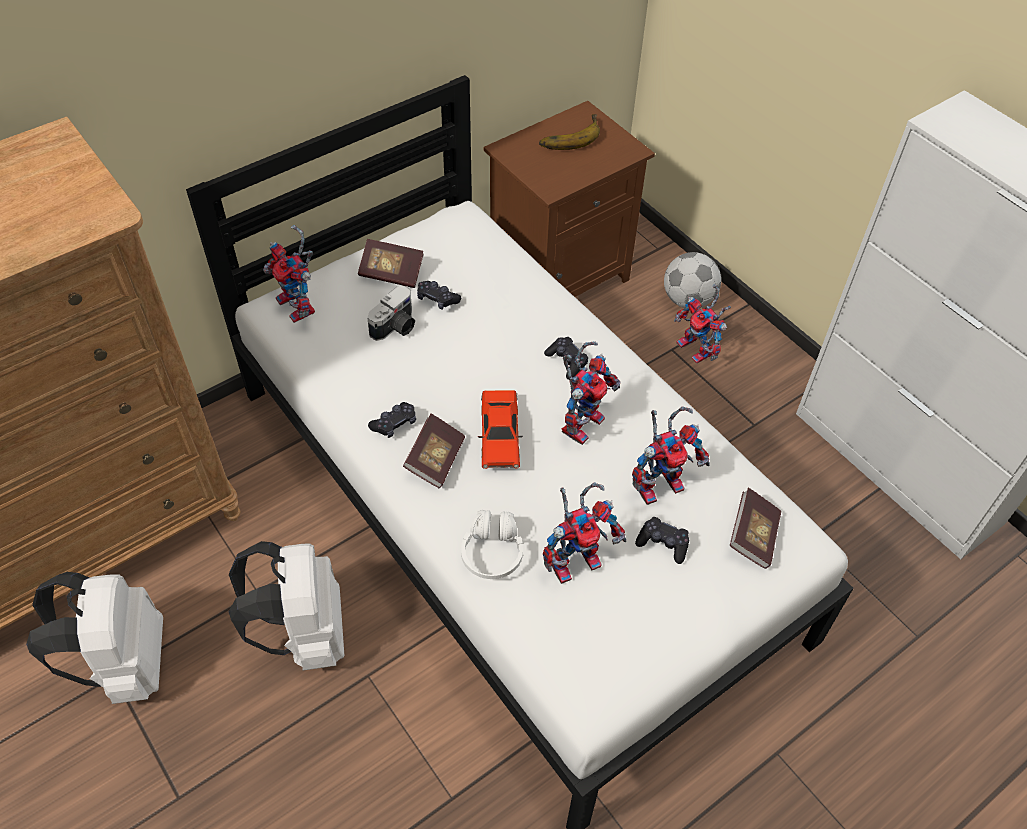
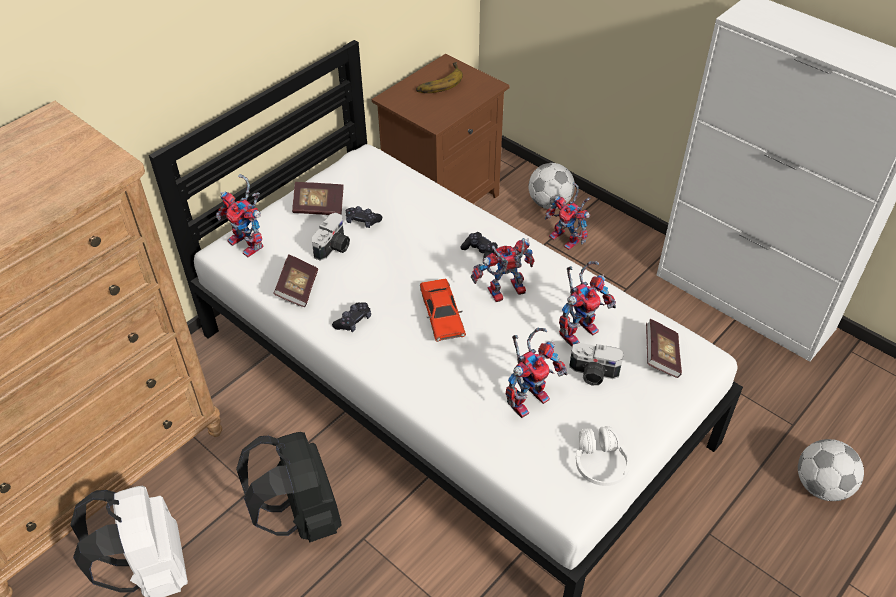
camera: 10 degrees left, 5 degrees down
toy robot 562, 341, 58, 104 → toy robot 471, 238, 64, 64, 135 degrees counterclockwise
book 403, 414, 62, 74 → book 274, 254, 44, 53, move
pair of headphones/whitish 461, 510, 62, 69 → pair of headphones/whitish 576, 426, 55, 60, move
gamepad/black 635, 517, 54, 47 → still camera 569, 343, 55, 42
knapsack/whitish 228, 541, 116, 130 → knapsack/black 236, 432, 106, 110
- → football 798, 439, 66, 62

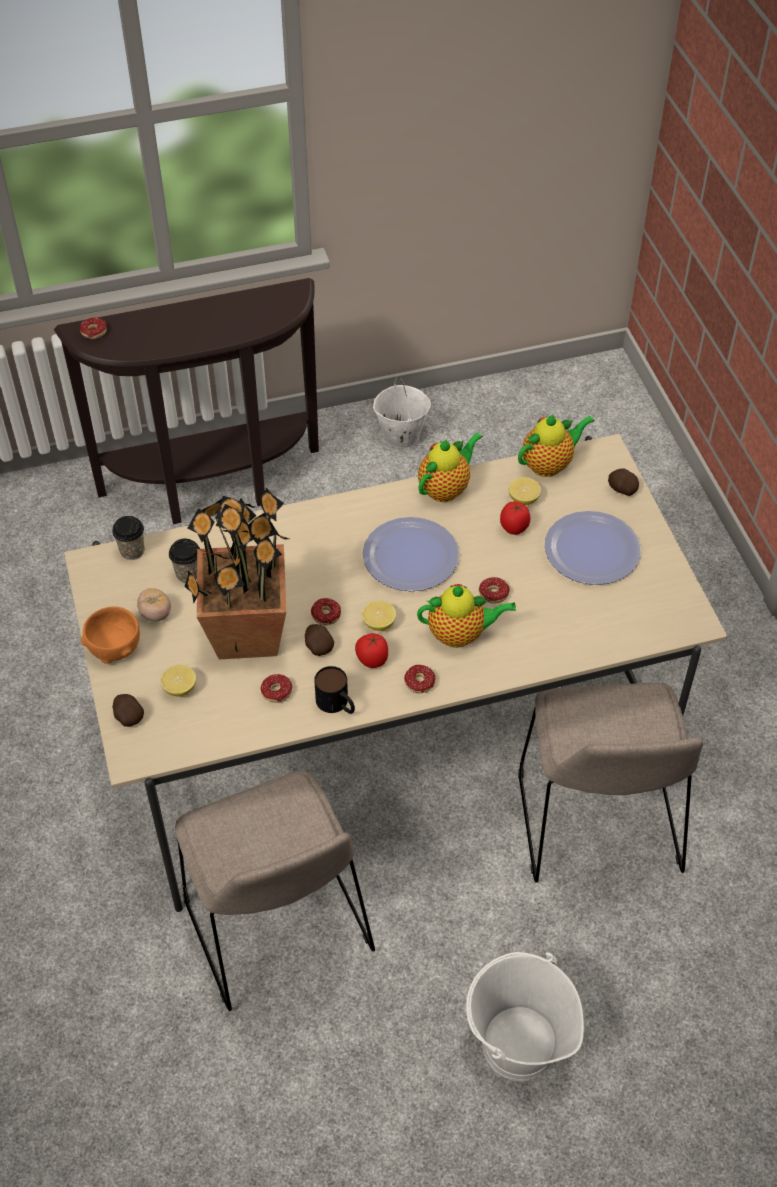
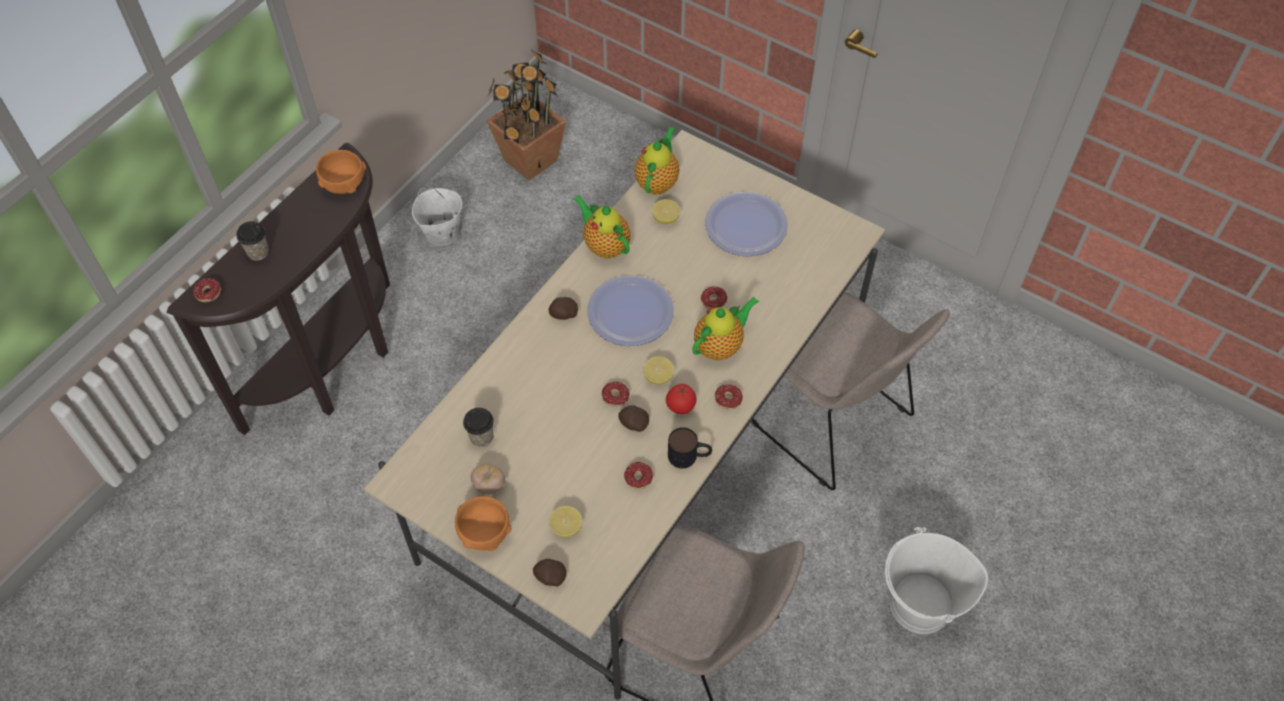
camera: 40 degrees left, 5 degrees up
pot for tea 418, 432, 65, 70 → pot for tea 573, 195, 57, 64, 45 degrees counterclockwise
whole potato 608, 468, 31, 28 → whole potato 549, 297, 29, 23, move
potted plant 184, 487, 105, 173 → potted plant 487, 49, 79, 131, move
fresh tomato 500, 501, 30, 34 → -
drinking cup 112, 516, 32, 44 → drinking cup 237, 221, 32, 40, move
- → deep dish/orangey 316, 150, 50, 44

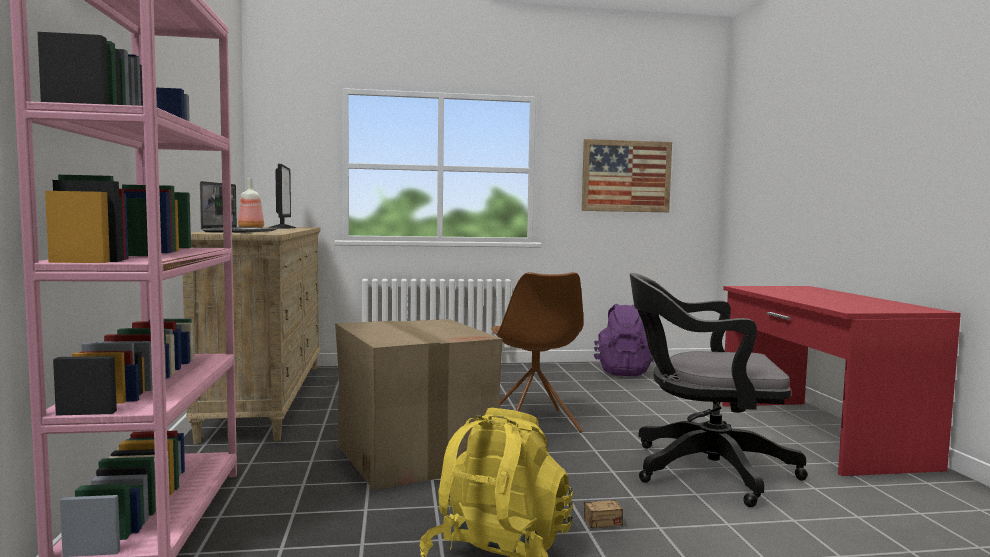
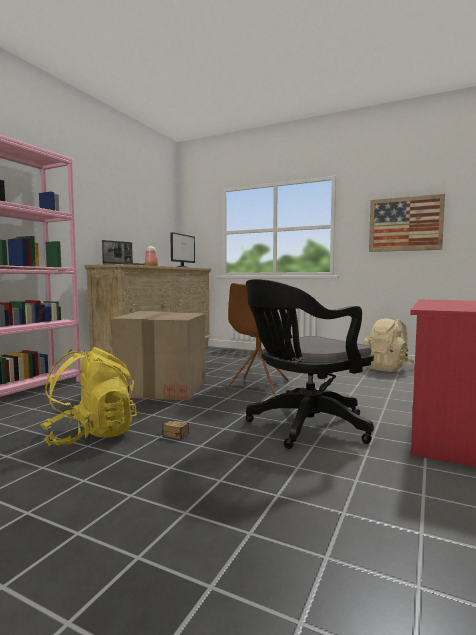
camera: 35 degrees right, 0 degrees up
computer chair/black 630, 273, 178, 234 → computer chair/black 246, 279, 128, 170, 75 degrees counterclockwise
knapsack/purple-coloured 594, 304, 61, 72 → knapsack/beige-coloured 363, 318, 52, 54

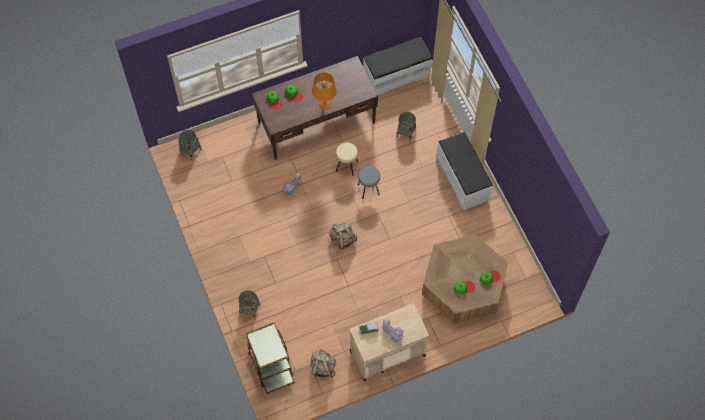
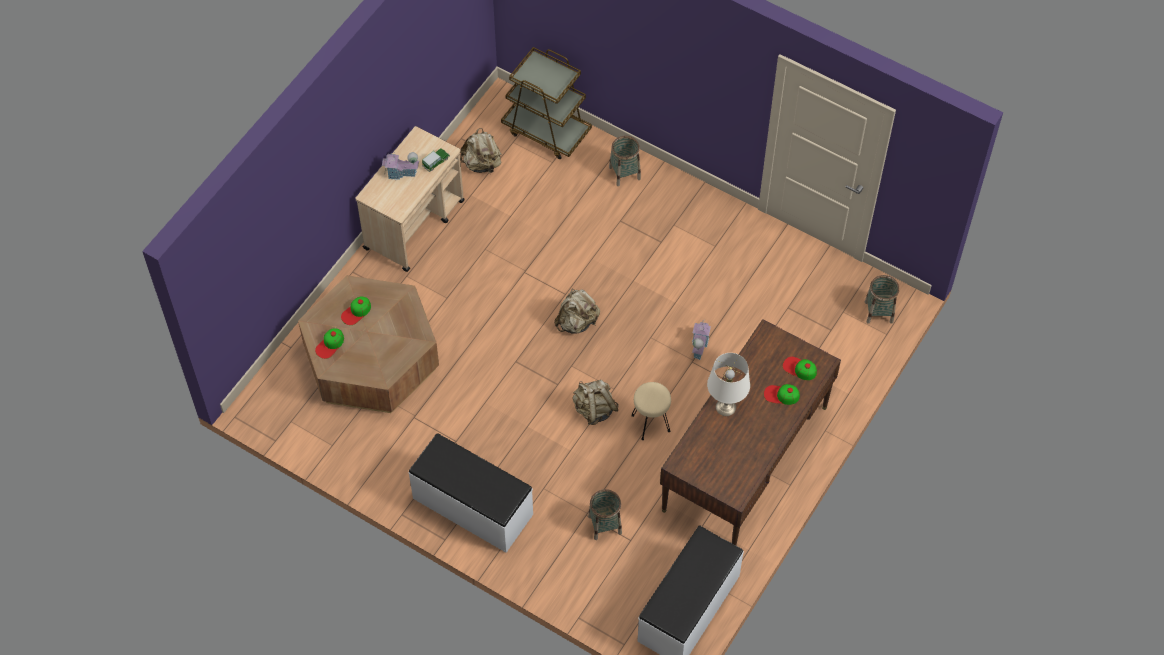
camera: 145 degrees right, 5 degrees down
table lamp/orangey 312, 72, 25, 38 → table lamp/whitish 707, 353, 43, 63
stool/greyish 358, 166, 22, 33 → knapsack/beige-coloured 573, 380, 46, 45

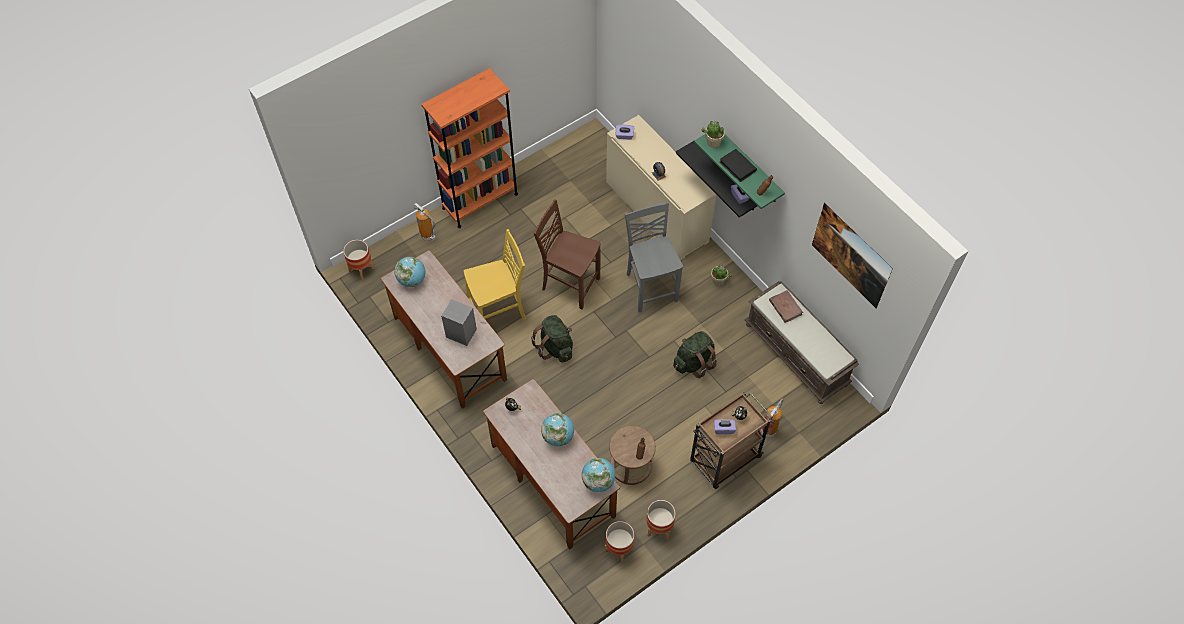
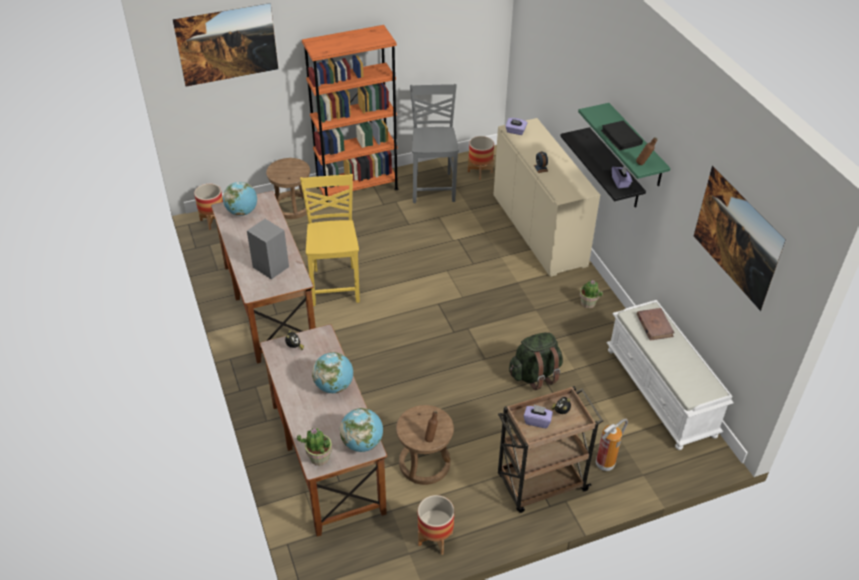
camera: 15 degrees right, 15 degrees down
potted plant 702, 120, 23, 28 → potted plant 297, 428, 35, 38, move
plain chair/brownish 534, 199, 66, 111 → -
plain chair/greyish 625, 202, 58, 110 → plain chair/greyish 410, 84, 49, 119, move
fire-fighting cylinder 414, 203, 22, 38 → stool/brownish 266, 158, 46, 61
plain chair/yellowish 464, 229, 62, 92 → plain chair/yellowish 300, 174, 60, 132, 90 degrees counterclockwise
long seat/brownish 744, 281, 115, 123 → long seat/whitish 607, 300, 127, 150
knapsack/green-coloured 531, 315, 42, 48 → -
planter 605, 521, 29, 42 → planter 468, 136, 26, 44, move
- → wall art 173, 3, 105, 83

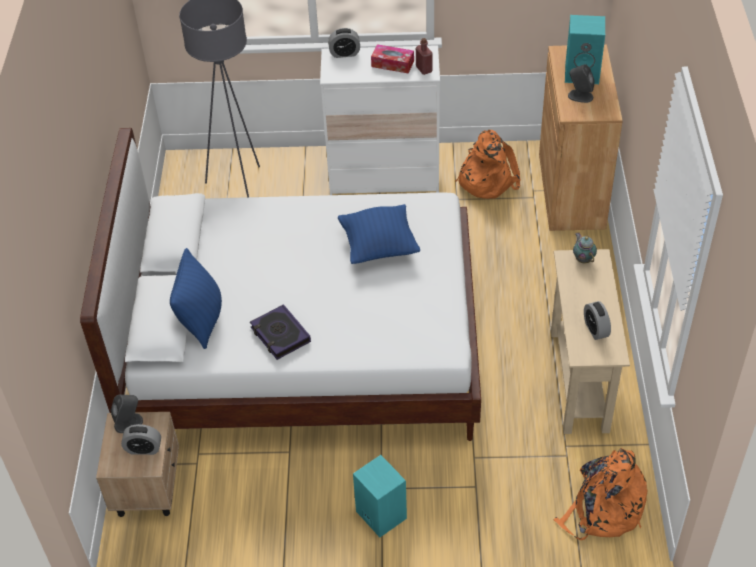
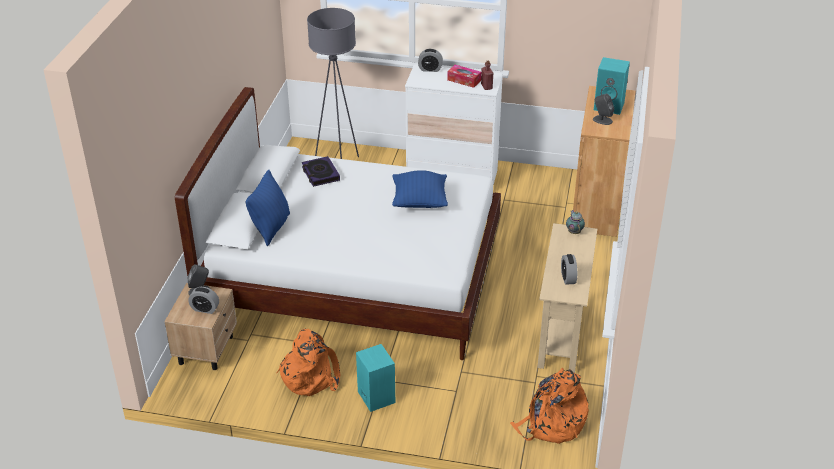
camera: 10 degrees right, 10 degrees down
knapsack/orangey 455, 130, 66, 69 → knapsack/orangey 276, 328, 64, 68, move
book 250, 304, 61, 56 → book 302, 156, 38, 31, move

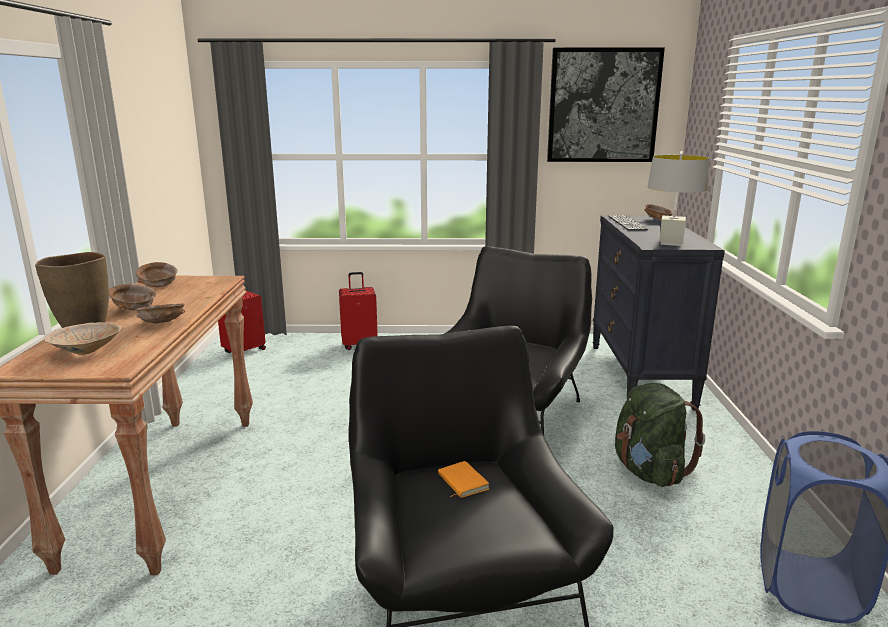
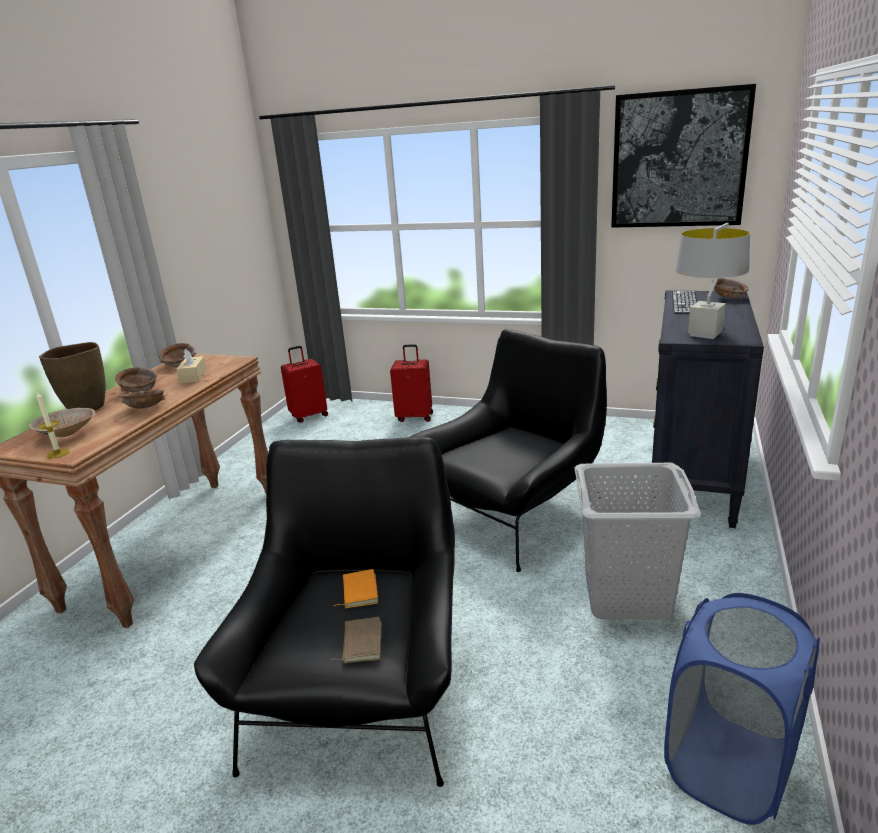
camera: 20 degrees right, 5 degrees up
knapsack/green-coloured 615, 383, 90, 104 → hamper/greyish 574, 463, 127, 157
- → tissue box/beige-coloured 176, 348, 31, 35
- → candle 36, 392, 33, 67
- → book/brownish 331, 617, 50, 46

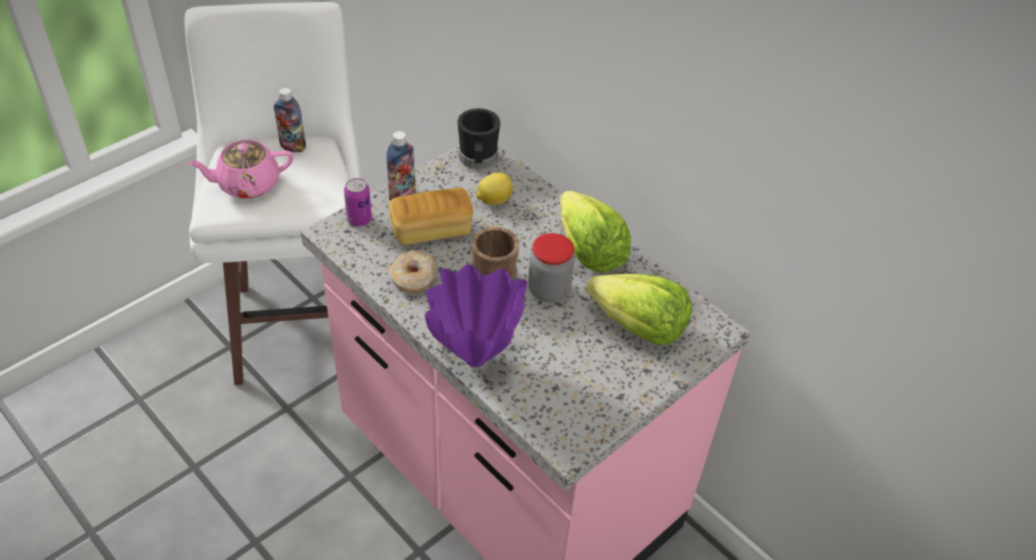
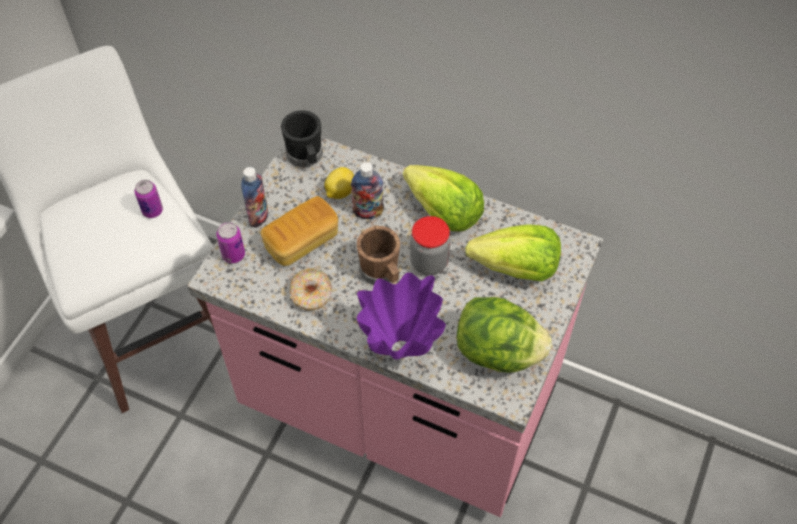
camera: 20 degrees left, 10 degrees up
beverage bottle 274, 88, 32, 64 → beverage bottle 351, 162, 33, 57, move
pot for tea/pinkish 188, 140, 106, 58 → -
- → metal can 134, 180, 29, 38
- → lettuce head 457, 297, 95, 76

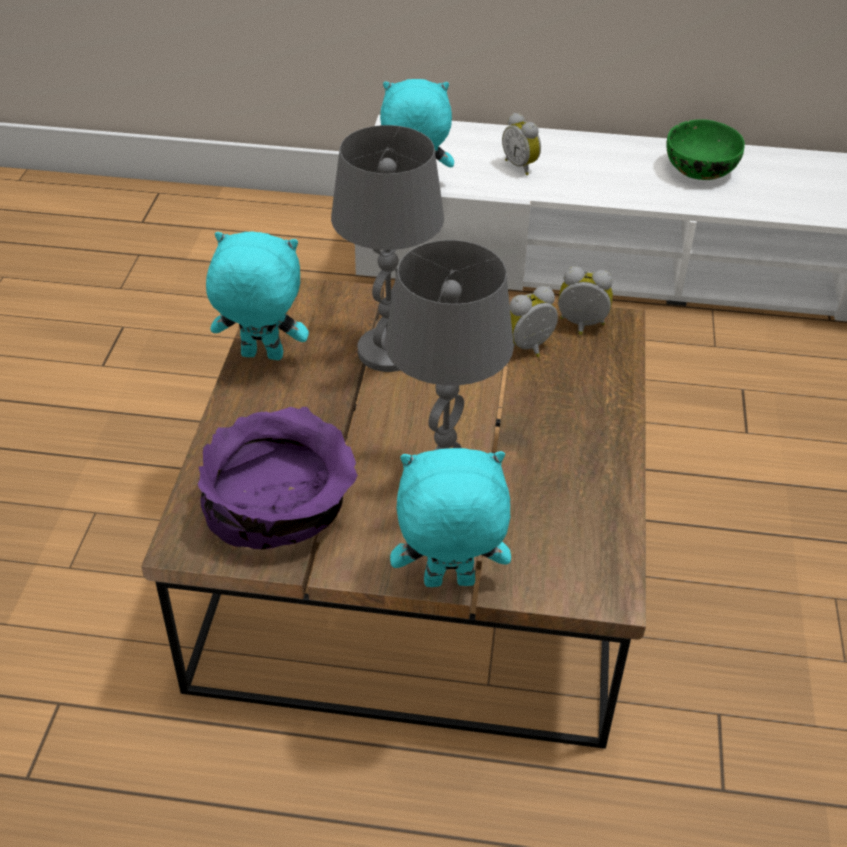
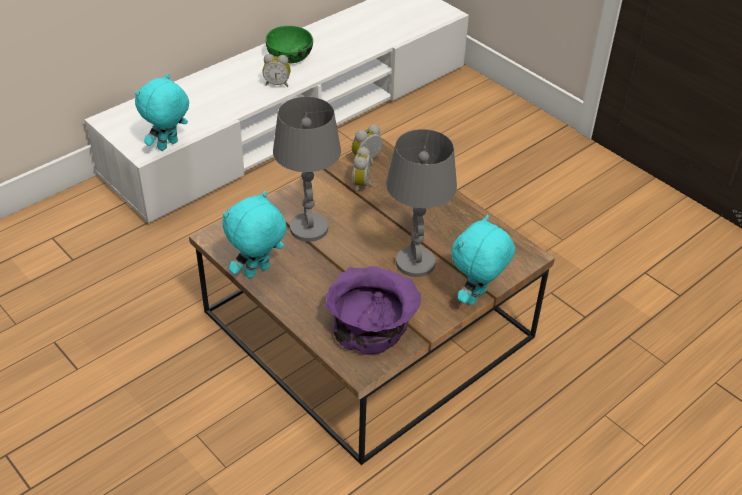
camera: 50 degrees left, 0 degrees up
table clock 502, 113, 39, 62 → table clock 262, 54, 29, 33, move

